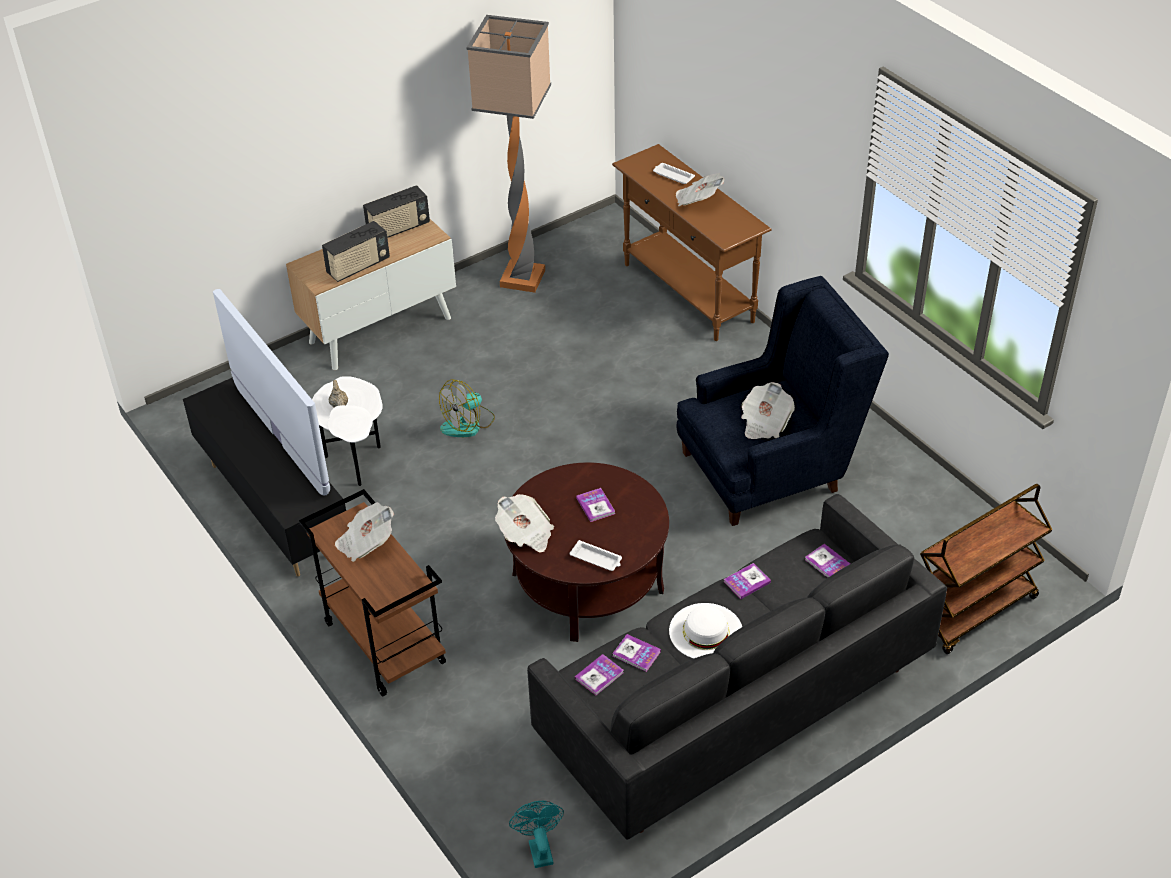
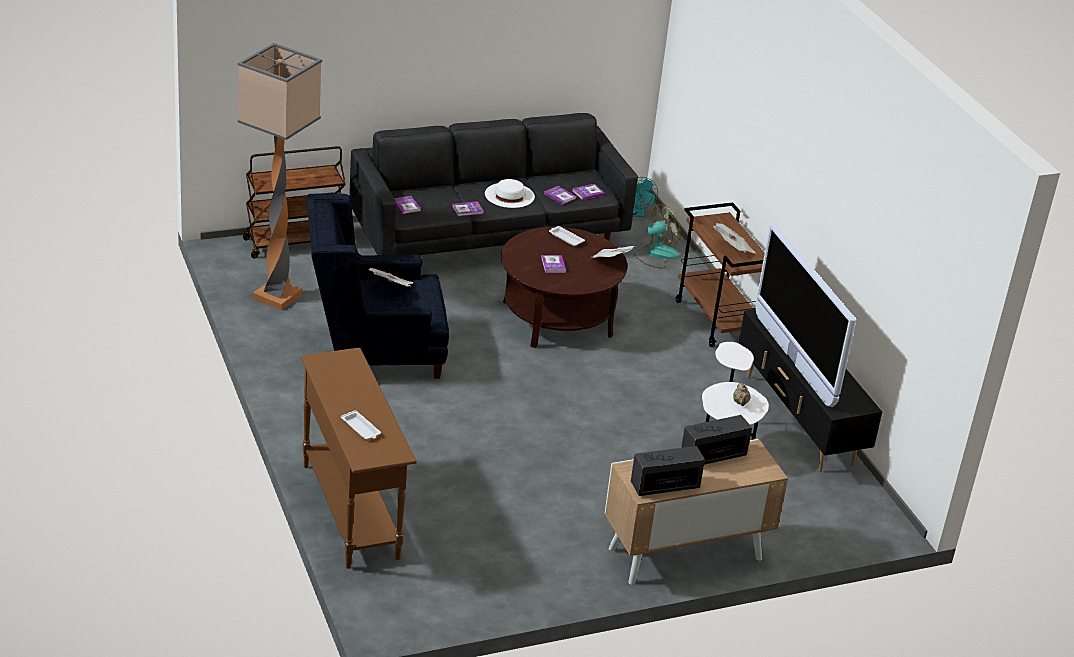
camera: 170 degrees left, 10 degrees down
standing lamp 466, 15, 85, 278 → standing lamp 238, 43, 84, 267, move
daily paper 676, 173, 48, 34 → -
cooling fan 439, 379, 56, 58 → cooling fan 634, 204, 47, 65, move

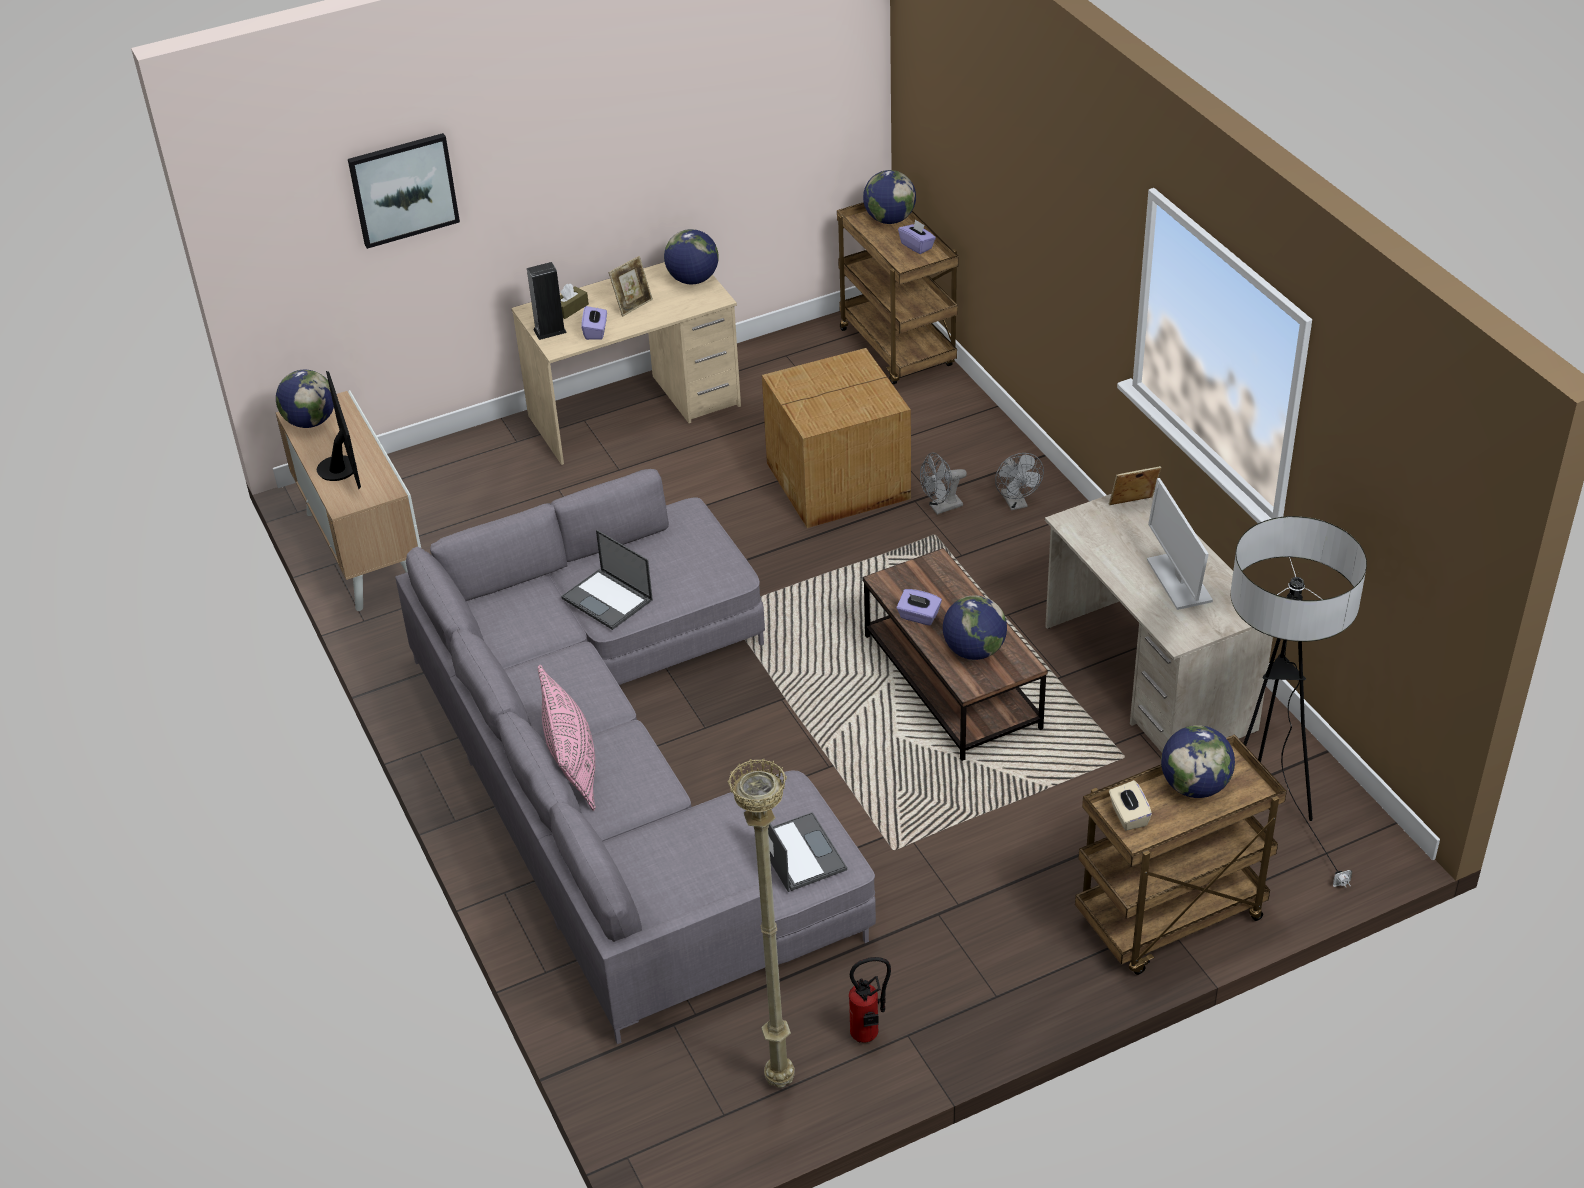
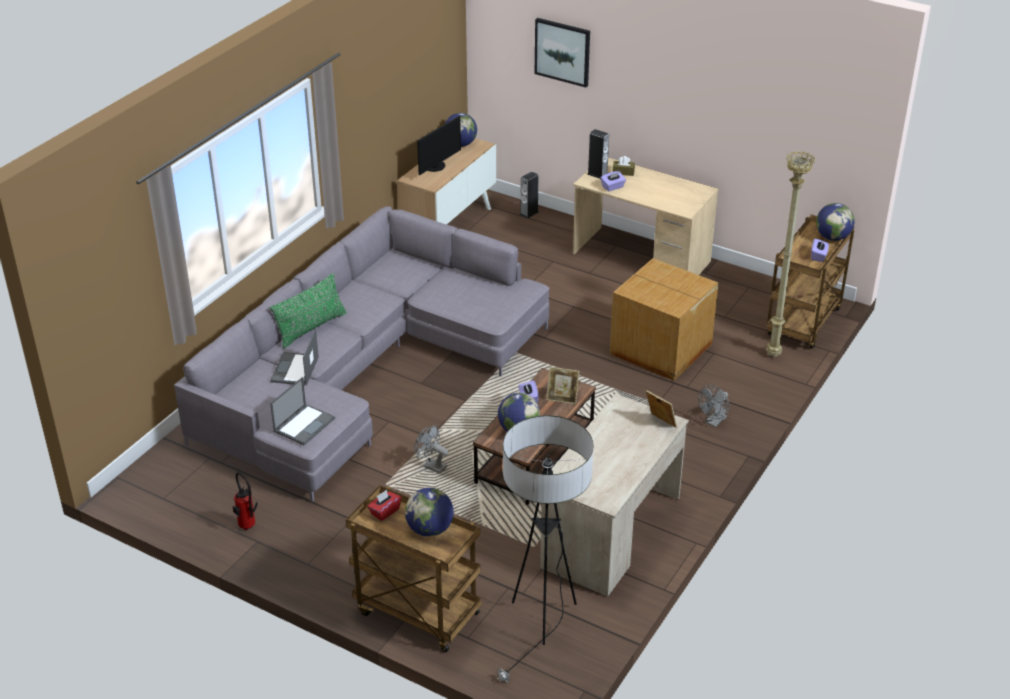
camera: 55 degrees right, 5 degrees down
world globe 664, 229, 55, 55 → -
photo frame 608, 256, 45, 60 → photo frame 547, 367, 33, 37, move
cooling fan/greyish 920, 452, 47, 63 → cooling fan/greyish 414, 425, 34, 49, move
computer display 1147, 478, 66, 132 → -
laptop 561, 530, 92, 100 → laptop 270, 329, 49, 57, move
cushion/pinkish 538, 665, 58, 146 → cushion/green-coloured 270, 273, 77, 75
standing lamp/beige-coloured 727, 759, 68, 329 → standing lamp/beige-coloured 766, 151, 49, 206, move
tissue box/beige-coloured 1109, 780, 43, 51 → tissue box/reddish 367, 490, 34, 31
- → speaker 519, 172, 20, 47

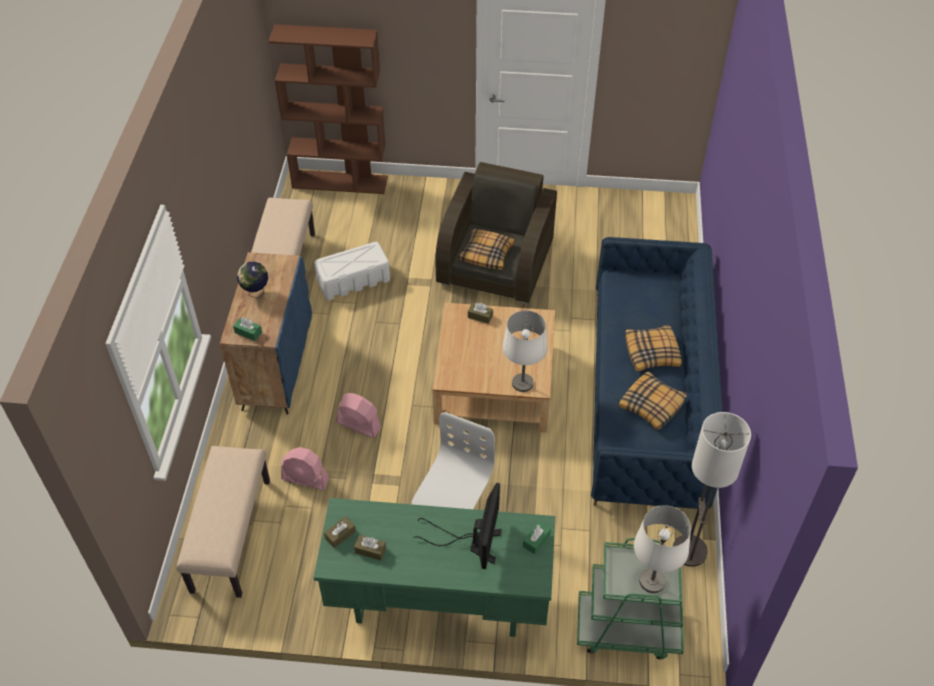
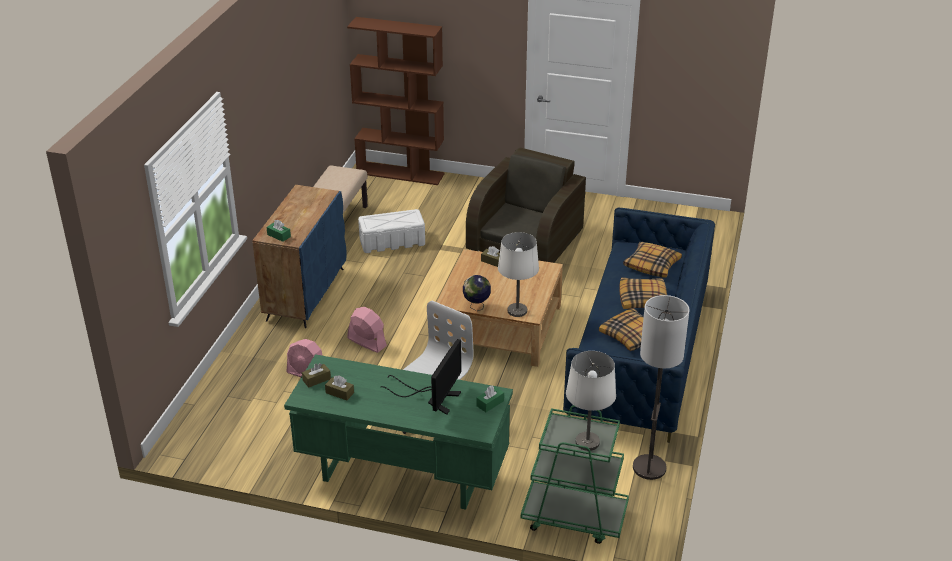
camera: 10 degrees right, 15 degrees down
cushion 458, 229, 57, 41 → cushion 623, 242, 59, 36, move
world globe 237, 262, 31, 36 → world globe 463, 275, 28, 36, move
long seat/beige-coloured 176, 446, 94, 152 → -

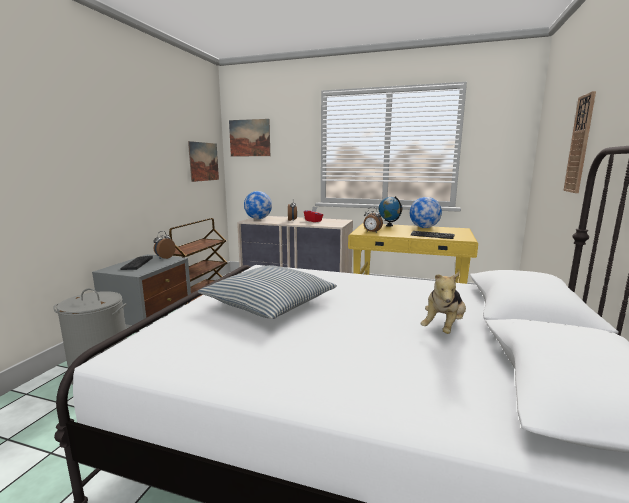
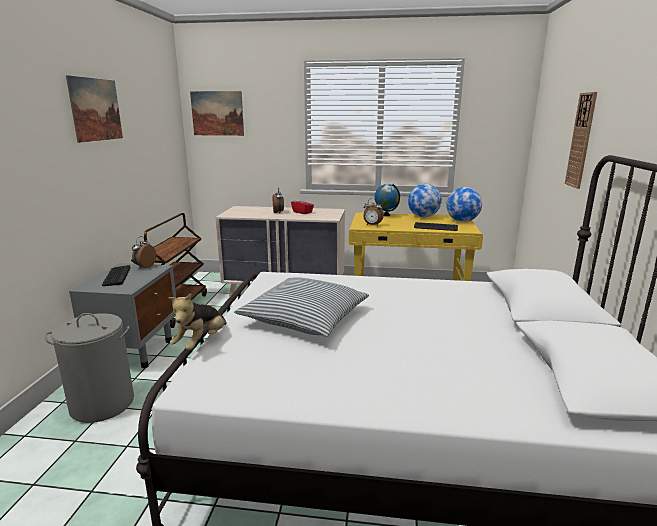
camera: 10 degrees left, 5 degrees up
wall art 188, 141, 31, 41 → wall art 66, 75, 57, 68, move
world globe 244, 191, 28, 28 → world globe 446, 187, 36, 35, move
soft toy 421, 272, 45, 62 → soft toy 168, 293, 59, 58, move

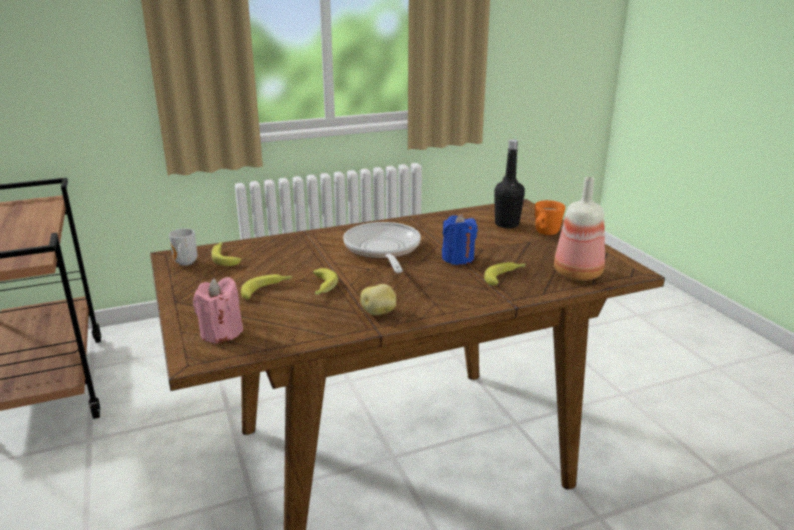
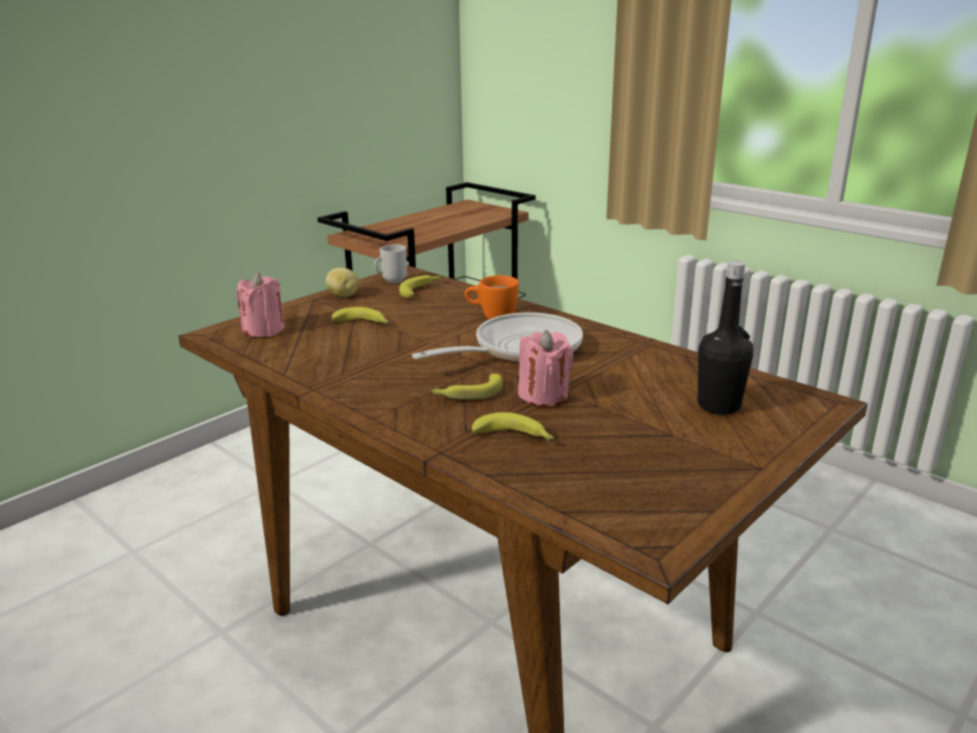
camera: 65 degrees right, 0 degrees up
beverage bottle 554, 177, 51, 104 → -
tea mug/orangey 535, 200, 30, 35 → tea mug/orangey 465, 275, 54, 44, move
candle/blue 442, 214, 36, 51 → candle/pinkish 518, 330, 55, 76
banana fruit 313, 268, 25, 27 → banana fruit 431, 373, 71, 27, move
whole potato 360, 284, 36, 31 → whole potato 326, 268, 33, 29, move

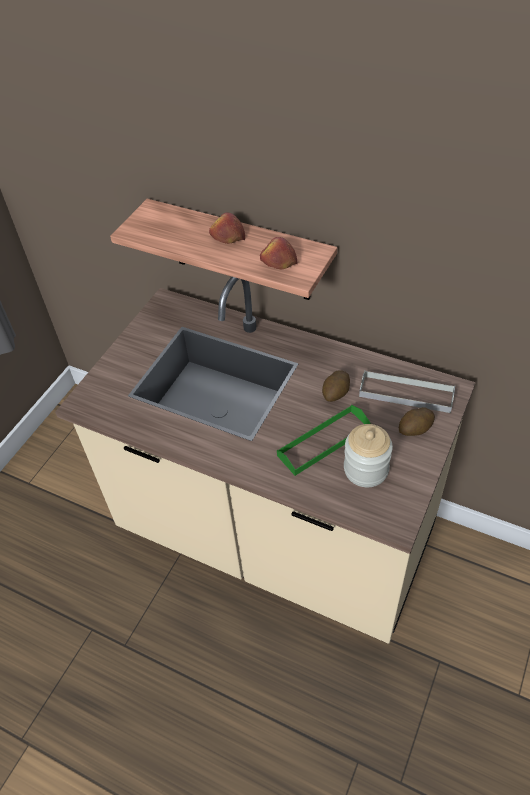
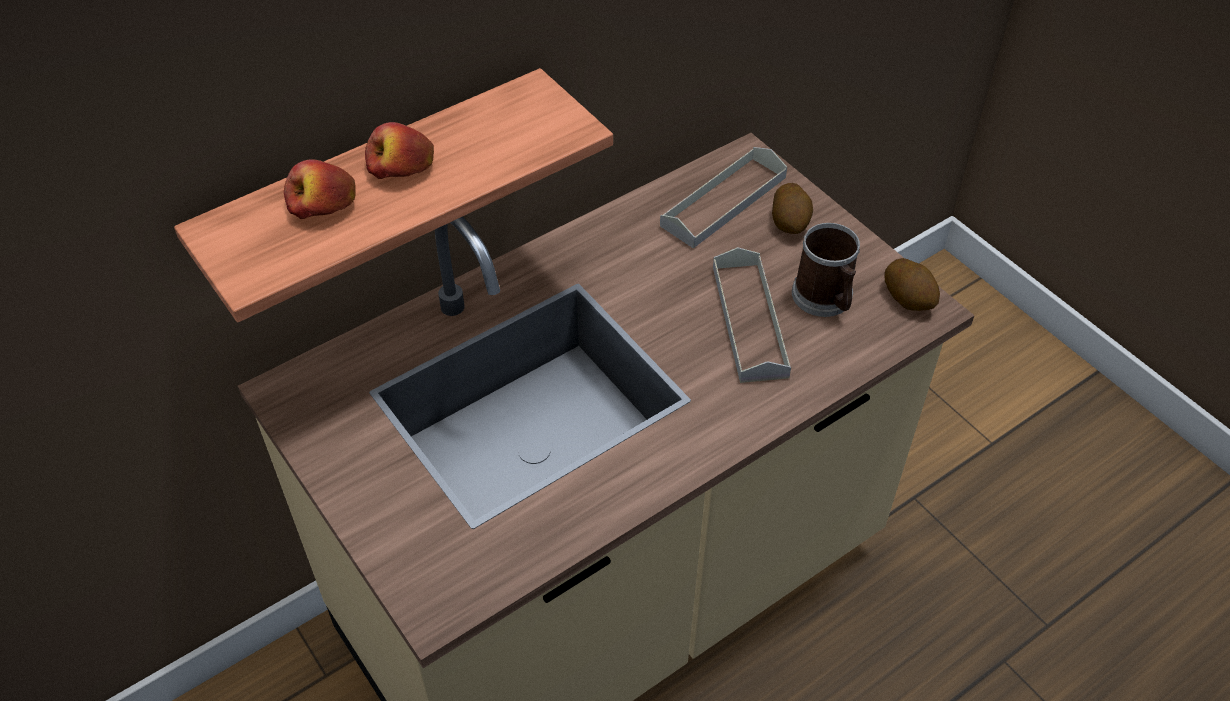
camera: 65 degrees left, 0 degrees up
apple fruit 260, 237, 37, 32 → apple fruit 284, 159, 71, 60, move
whole potato 322, 370, 28, 32 → whole potato 885, 258, 55, 53, move
serving tray/green-coloured 277, 405, 94, 71 → serving tray/greyish 713, 247, 78, 136
preserve jar 344, 424, 49, 63 → tea mug 792, 223, 68, 94

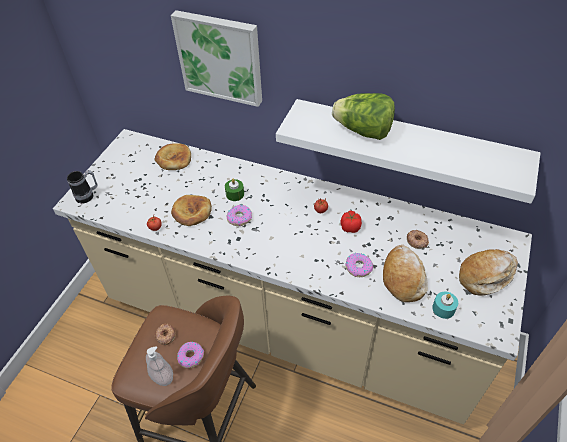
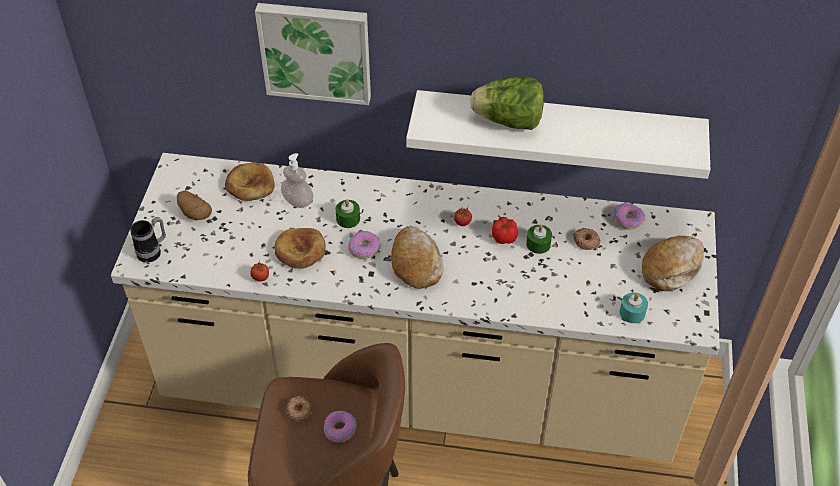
camera: 15 degrees left, 0 degrees up
bread 383, 245, 45, 57 → bread 391, 226, 53, 63, move
ring doughnut 345, 253, 28, 24 → ring doughnut 613, 203, 32, 27, move
soap dispenser 146, 346, 27, 40 → soap dispenser 281, 153, 32, 55, move
- → whole potato 177, 191, 35, 30
- → candle/green-coloured 526, 225, 26, 29

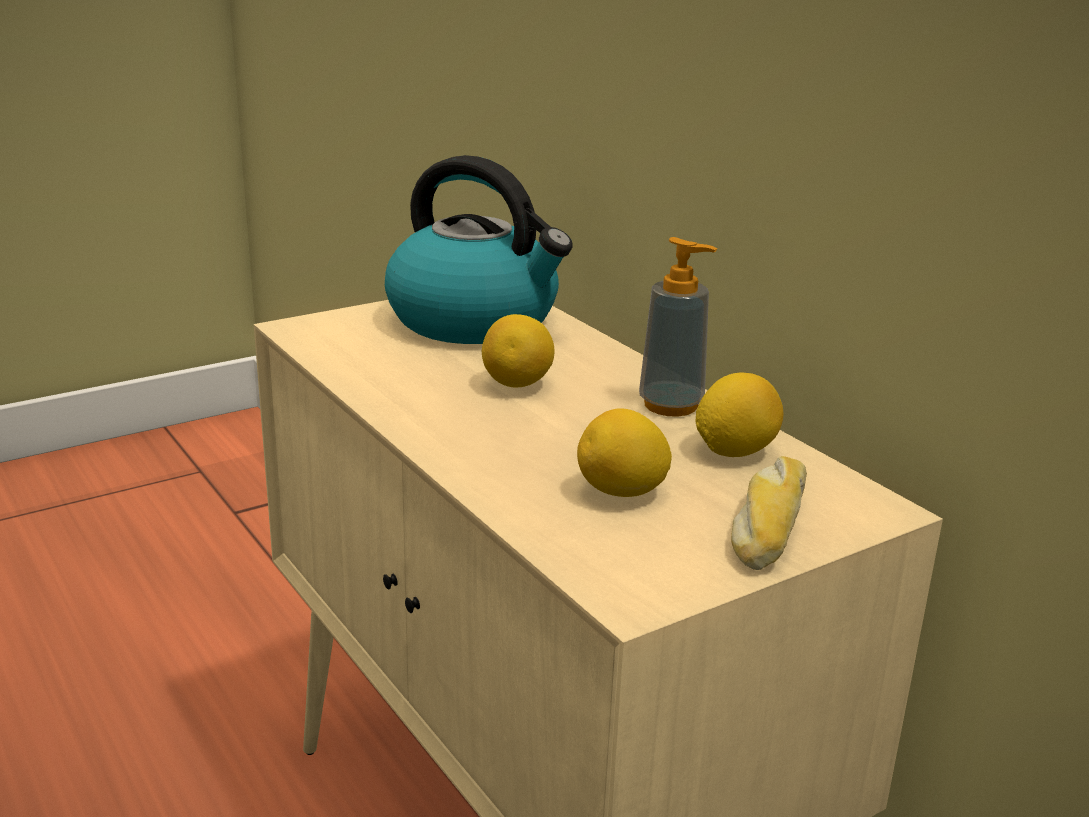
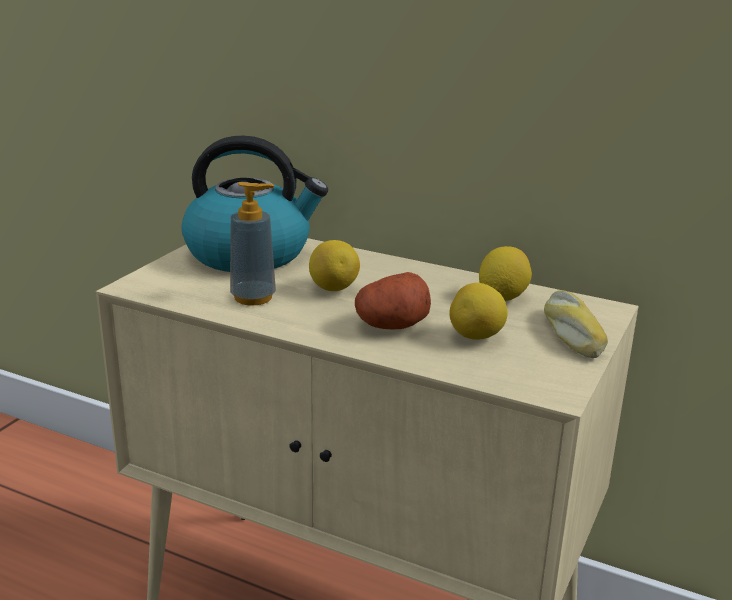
camera: 30 degrees left, 0 degrees up
soap dispenser 639, 237, 79, 180 → soap dispenser 230, 182, 46, 123, move
- → whole potato 355, 272, 76, 57

